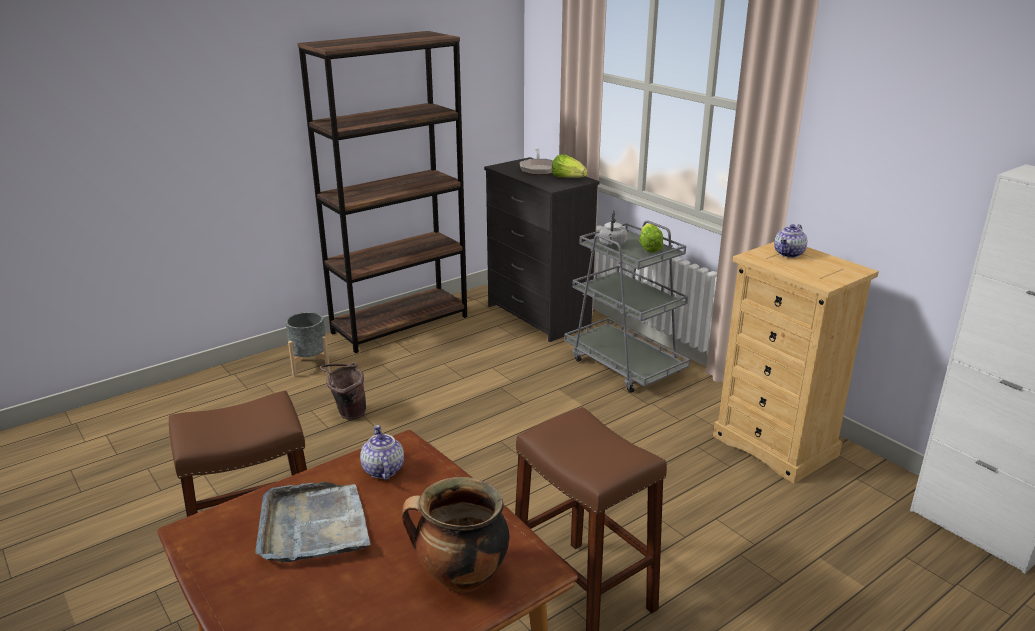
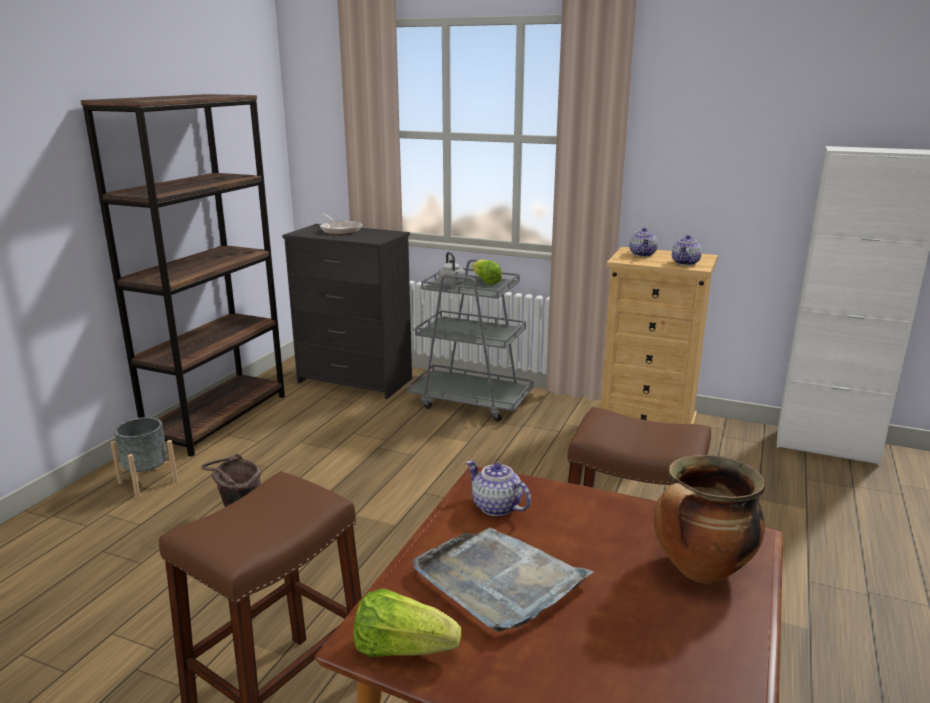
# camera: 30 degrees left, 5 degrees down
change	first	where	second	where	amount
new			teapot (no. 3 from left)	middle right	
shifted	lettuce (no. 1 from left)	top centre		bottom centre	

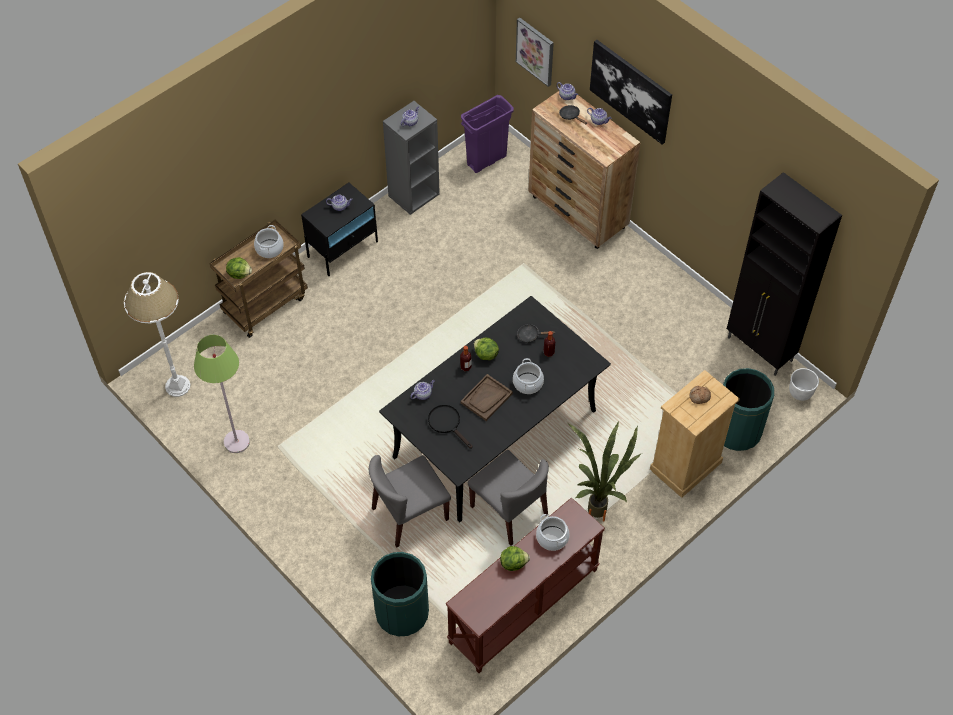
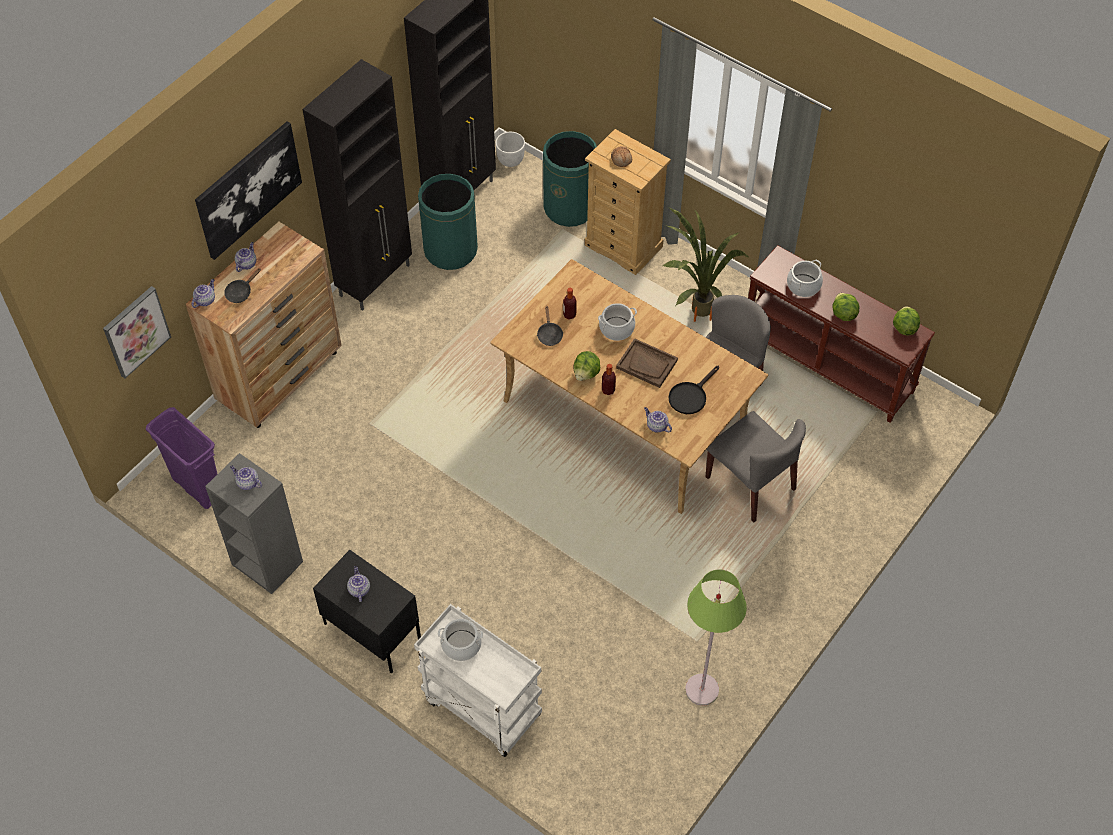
# camera: 100 degrees left, 0 degrees up
change	first	where	second	where	amount
gone	white floor lamp	middle left			
new			black cabinet (no. 1 from left)	top left	
shifted	lettuce (no. 1 from left in the first image)	middle left	lettuce (no. 3 from left)	middle right	
shifted	green trash can (no. 1 from left)	bottom centre		top centre	
repainted	brown cart	middle left	white cart	bottom centre	
repainted	black dining table	centre	beige dining table	centre	

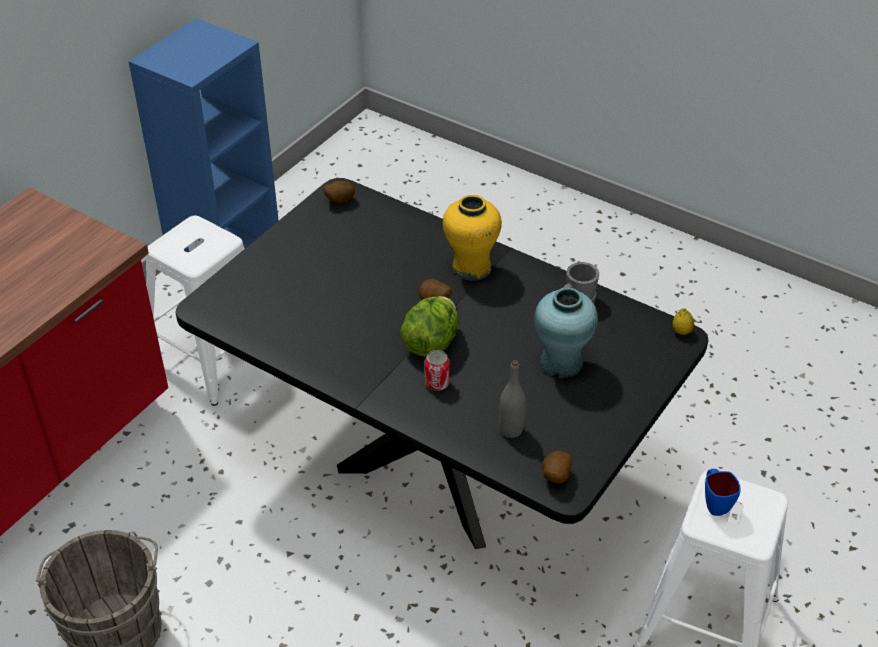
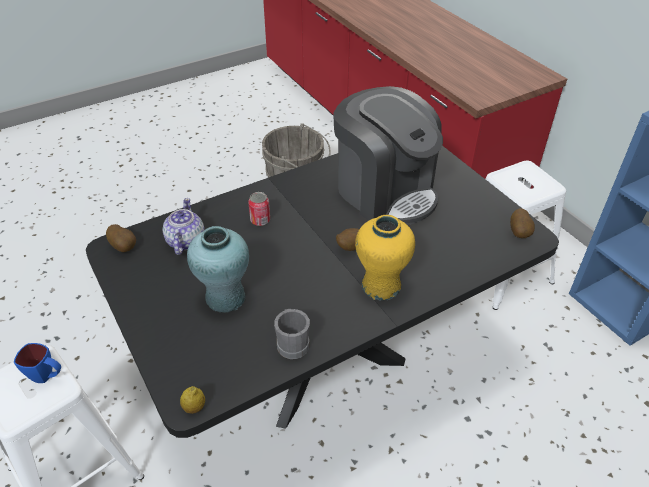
# camera: 115 degrees right, 0 degrees up
change	first	where	second	where	amount
gone	lettuce	centre			
new			coffee machine	top centre	
swapped	grey bottle	centre	teapot	middle left	

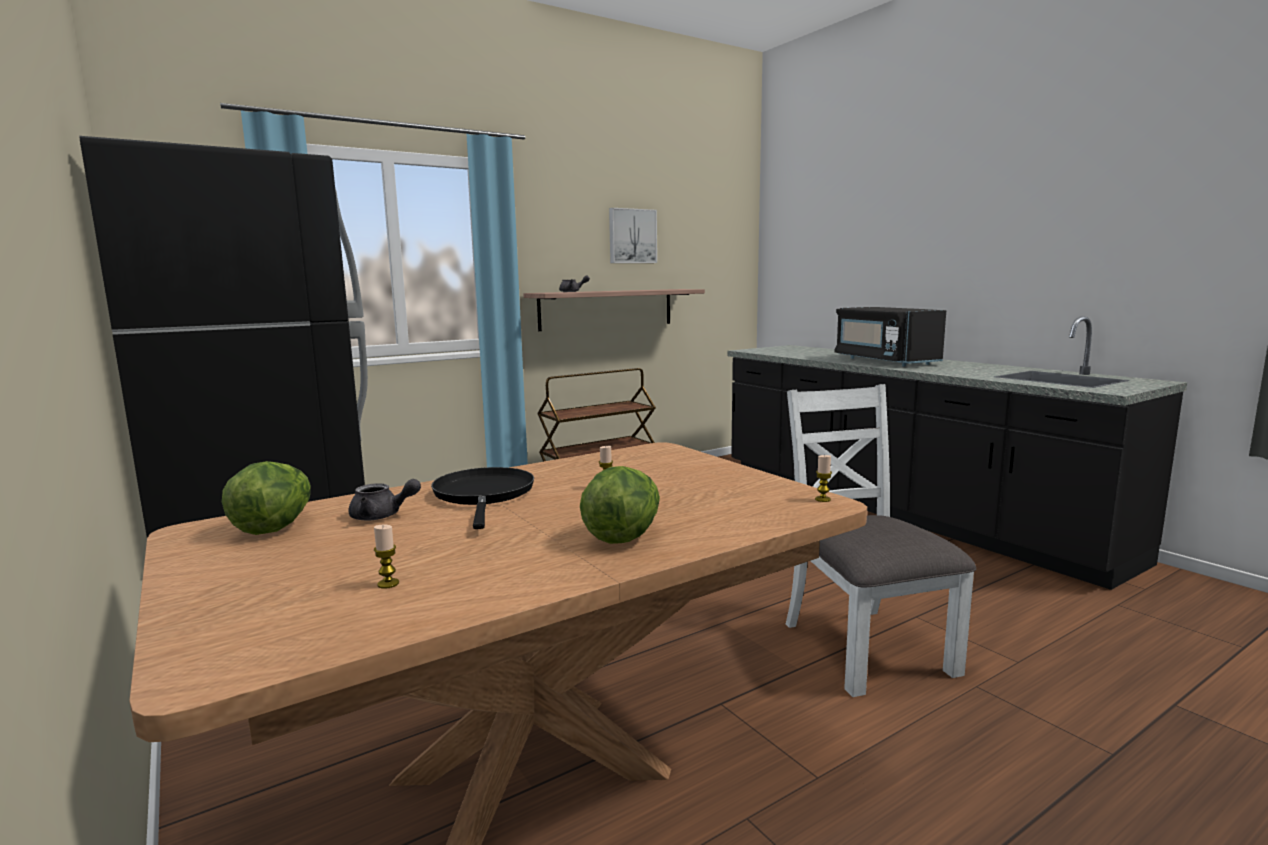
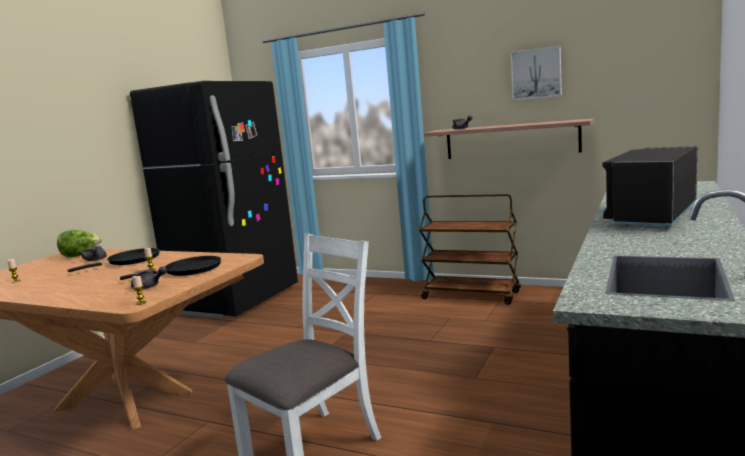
# camera: 60 degrees right, 0 degrees up
change	first	where	second	where	amount
gone	lettuce (no. 2 from left)	centre			
new			black frying pan (no. 2 from left)	middle left	
new			grey teapot (no. 2 from left)	middle left	

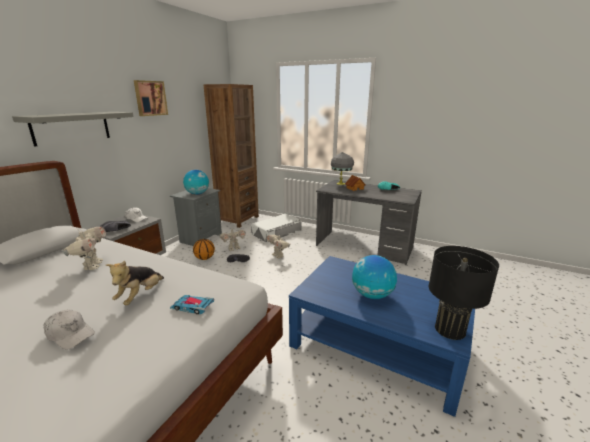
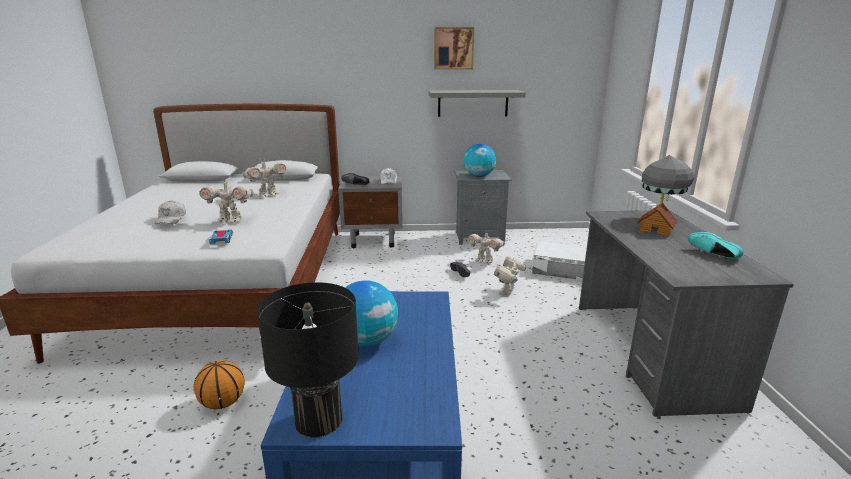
# camera: 60 degrees right, 0 degrees up
change	first	where	second	where	amount
gone	brown bookcase	centre			
shifted	grey shelf	top left		top centre	
shifted	basketball	centre		bottom left	
swapped	plush toy	middle left	toy robot (no. 1 from left)	middle left	

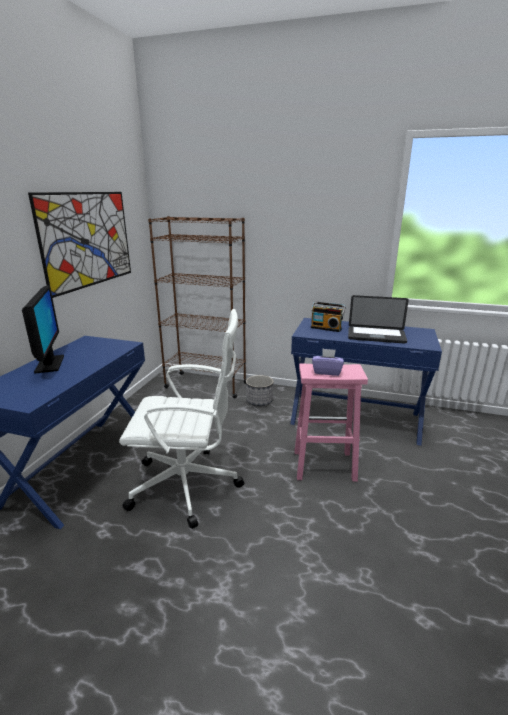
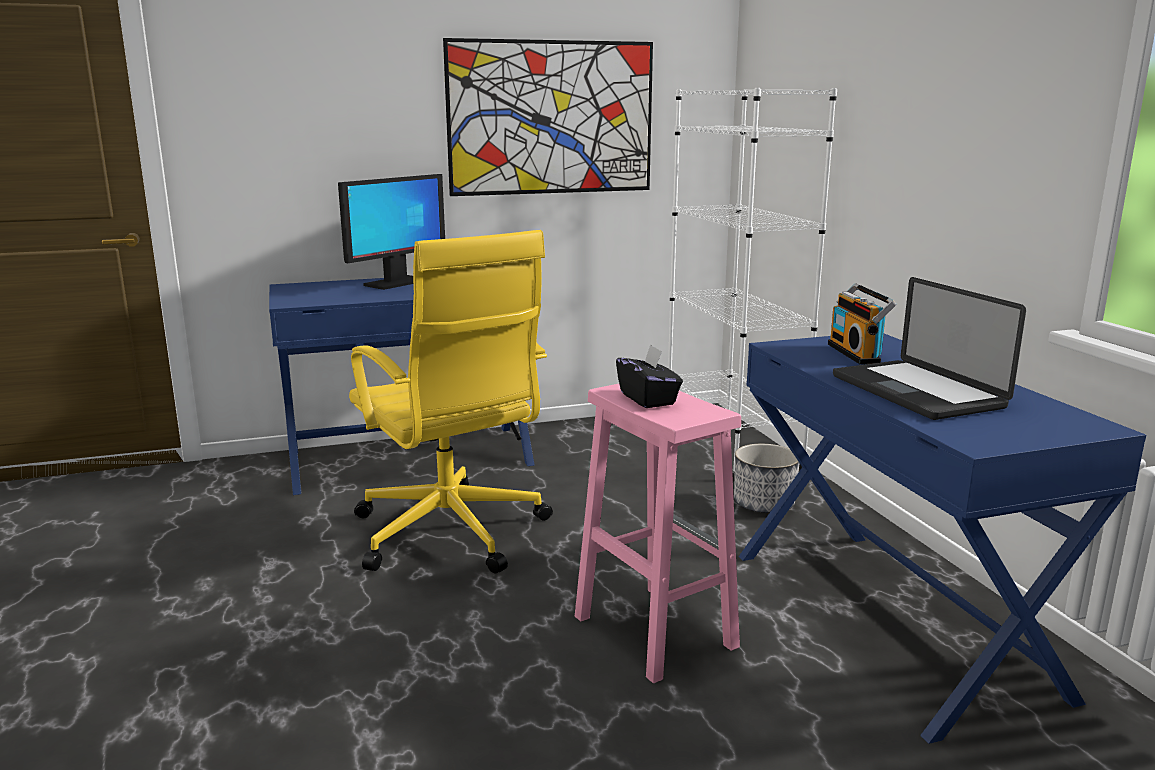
# camera: 55 degrees right, 5 degrees down
change	first	where	second	where	amount
repainted	white office chair	centre	yellow office chair	centre	
repainted	brown bookcase	centre	white bookcase	centre	
repainted	purple tissue box	centre	black tissue box	centre	

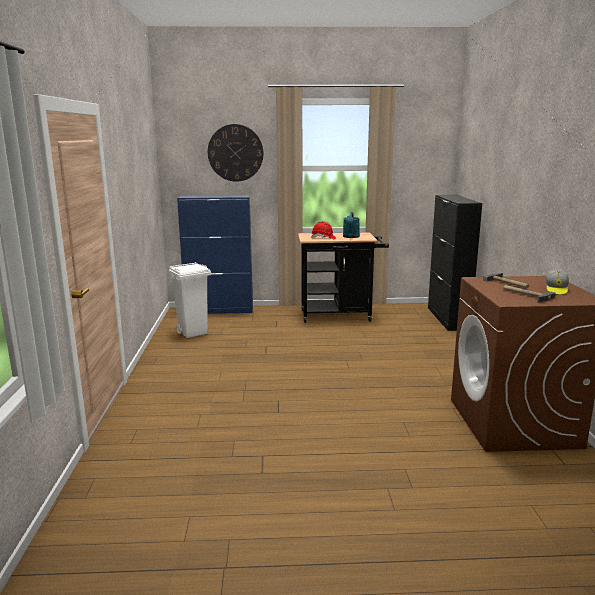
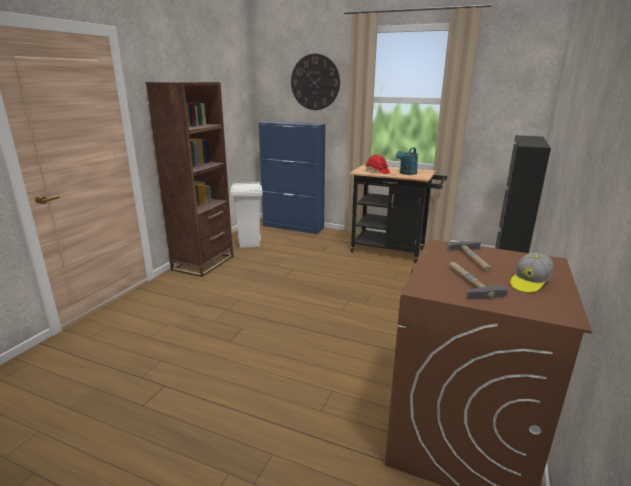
# camera: 25 degrees right, 5 degrees up
change	first	where	second	where	amount
new			brown bookcase	middle left	

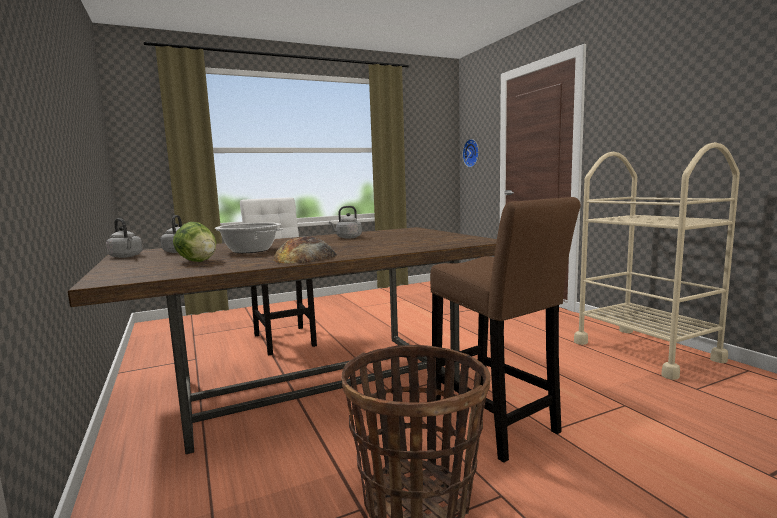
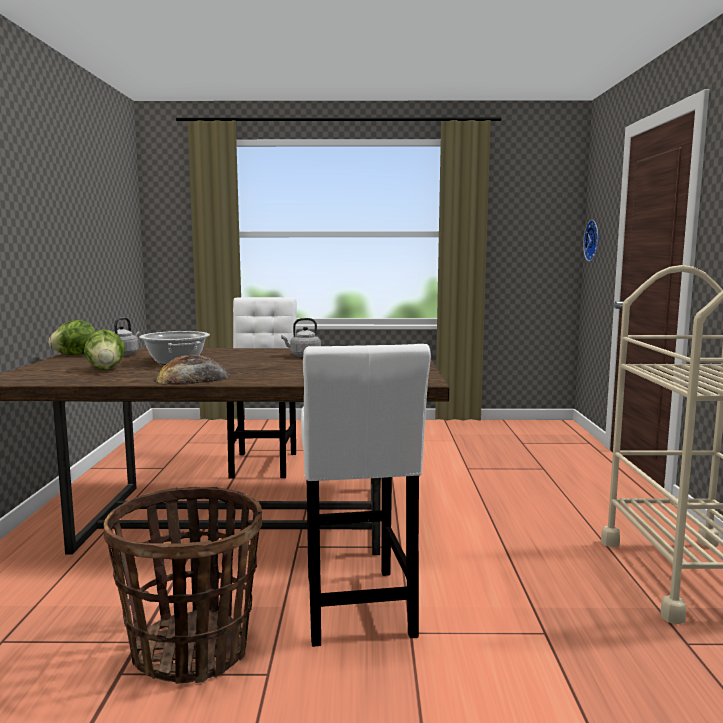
# camera: 25 degrees right, 0 degrees up
change	first	where	second	where	amount
swapped	grey kettle (no. 1 from left)	middle left	lettuce (no. 1 from left)	middle left	
repainted	brown stool	centre	white stool (no. 2 from left)	bottom centre	

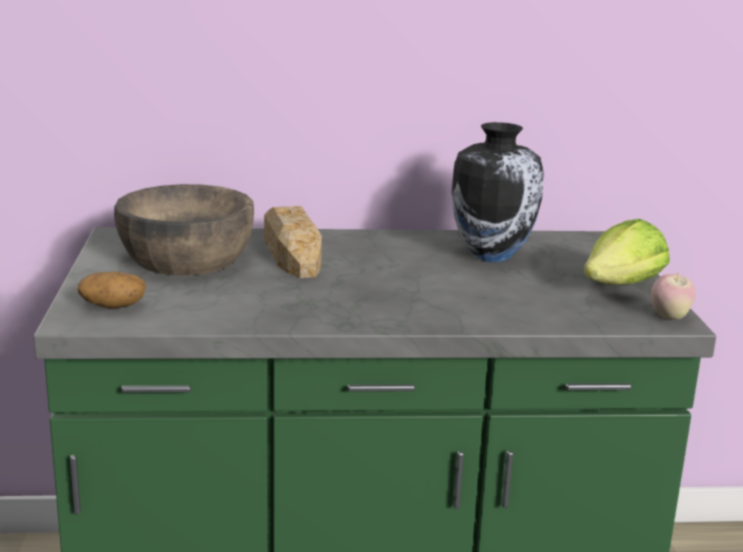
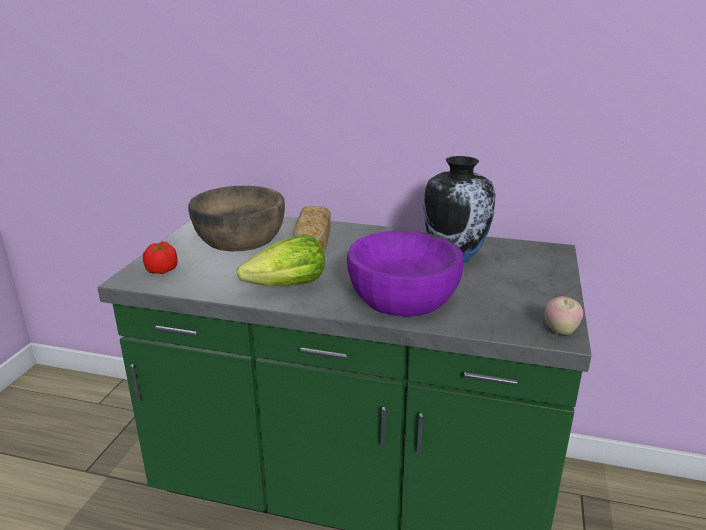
# camera: 20 degrees right, 5 degrees up
change	first	where	second	where	amount
new			purple bowl	centre	
shifted	lettuce	middle right		centre	
swapped	potato	middle left	tomato	middle left	

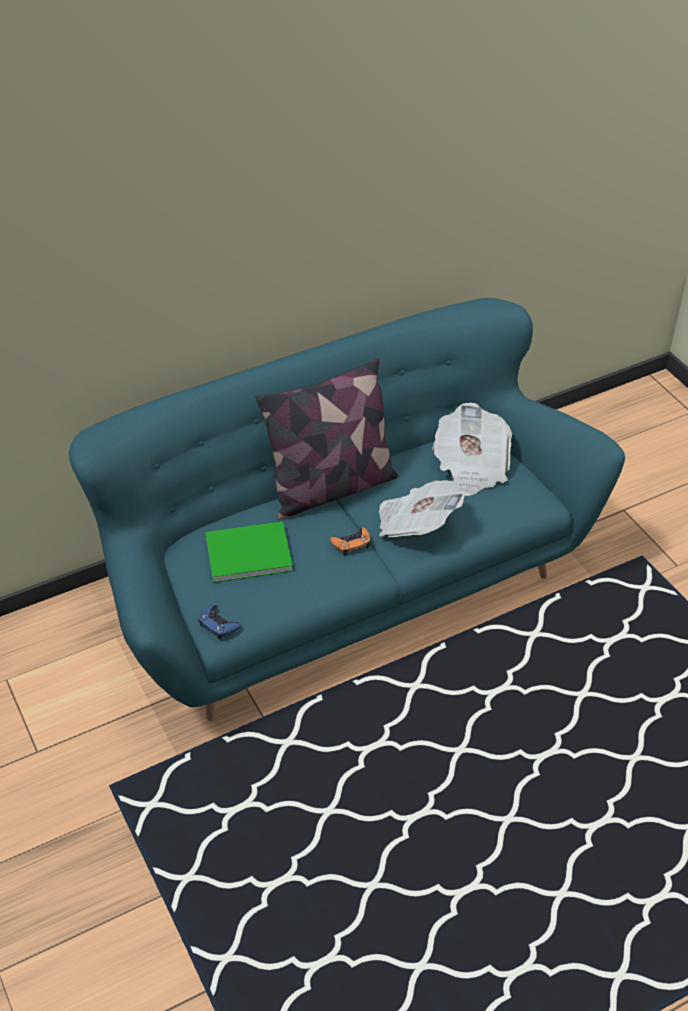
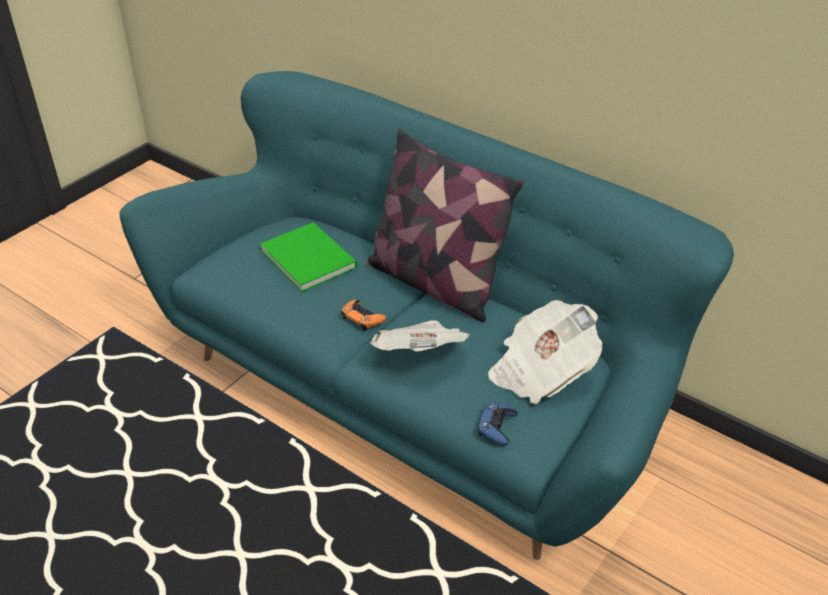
# camera: 65 degrees right, 5 degrees down
change	first	where	second	where	amount
shifted	blue game controller	middle left		bottom centre	

